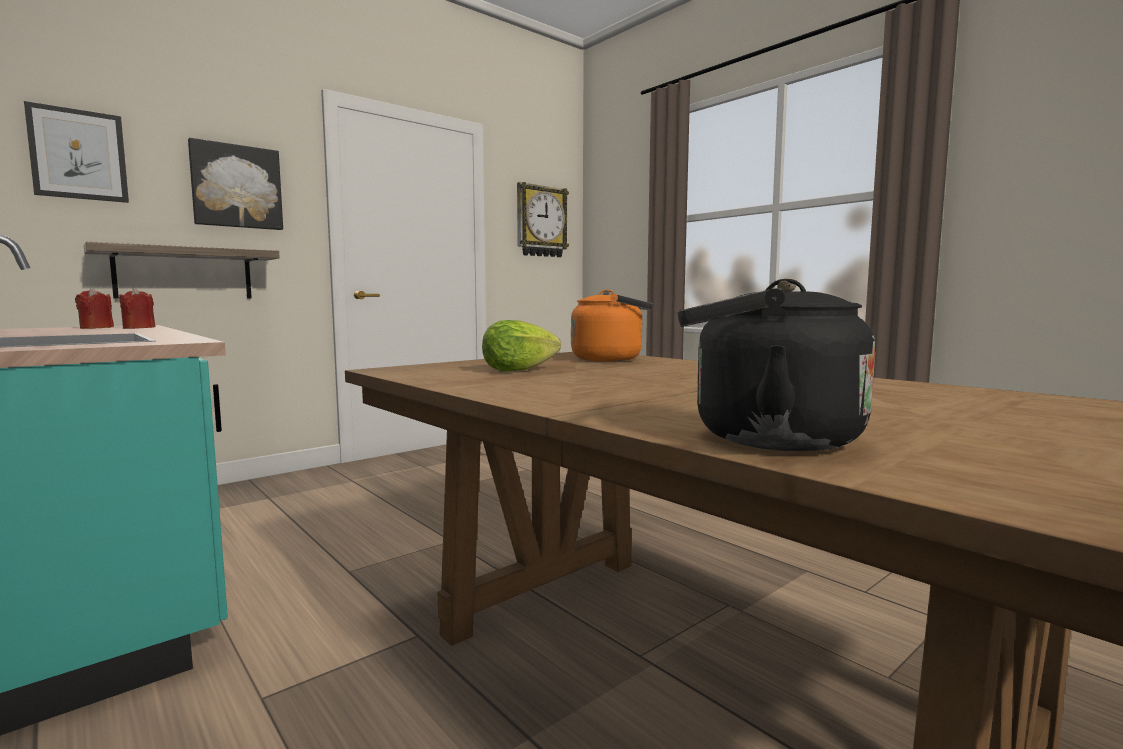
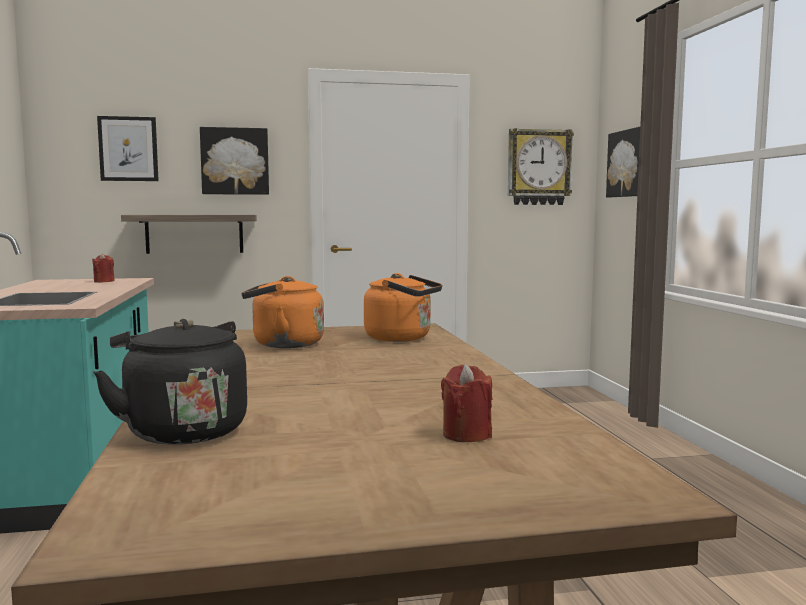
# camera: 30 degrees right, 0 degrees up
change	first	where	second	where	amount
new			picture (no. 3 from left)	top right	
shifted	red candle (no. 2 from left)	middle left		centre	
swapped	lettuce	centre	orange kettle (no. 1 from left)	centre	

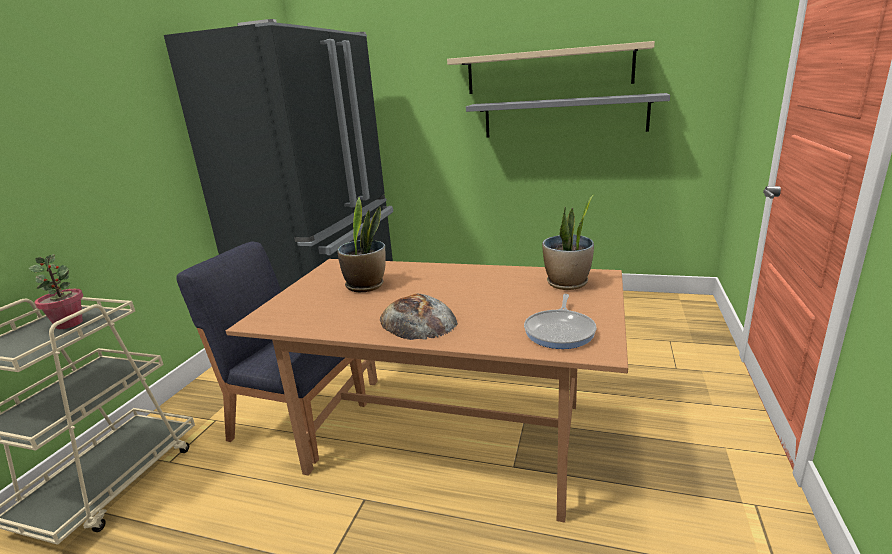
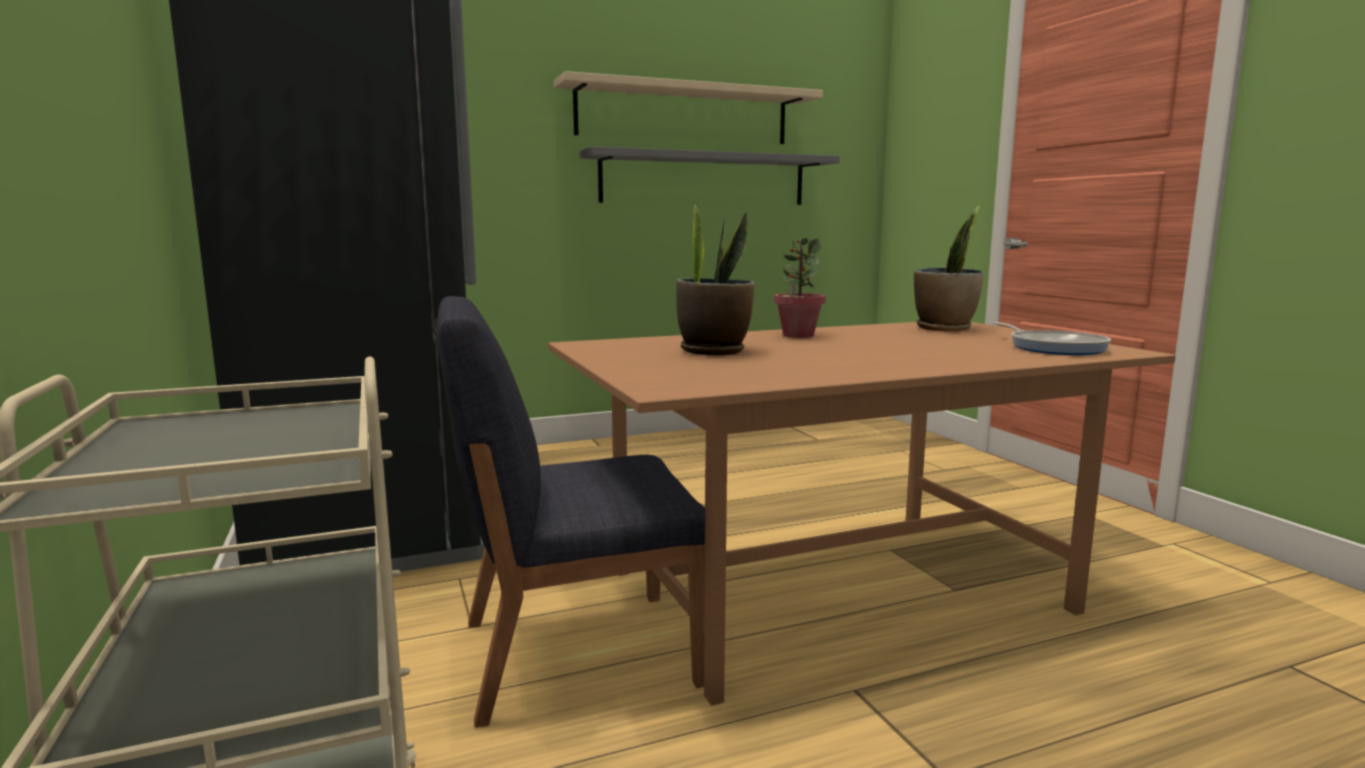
# camera: 40 degrees left, 10 degrees down
change	first	where	second	where	amount
gone	bread	centre			
shifted	potted plant (no. 1 from left in the first image)	middle left	potted plant (no. 2 from left)	centre	

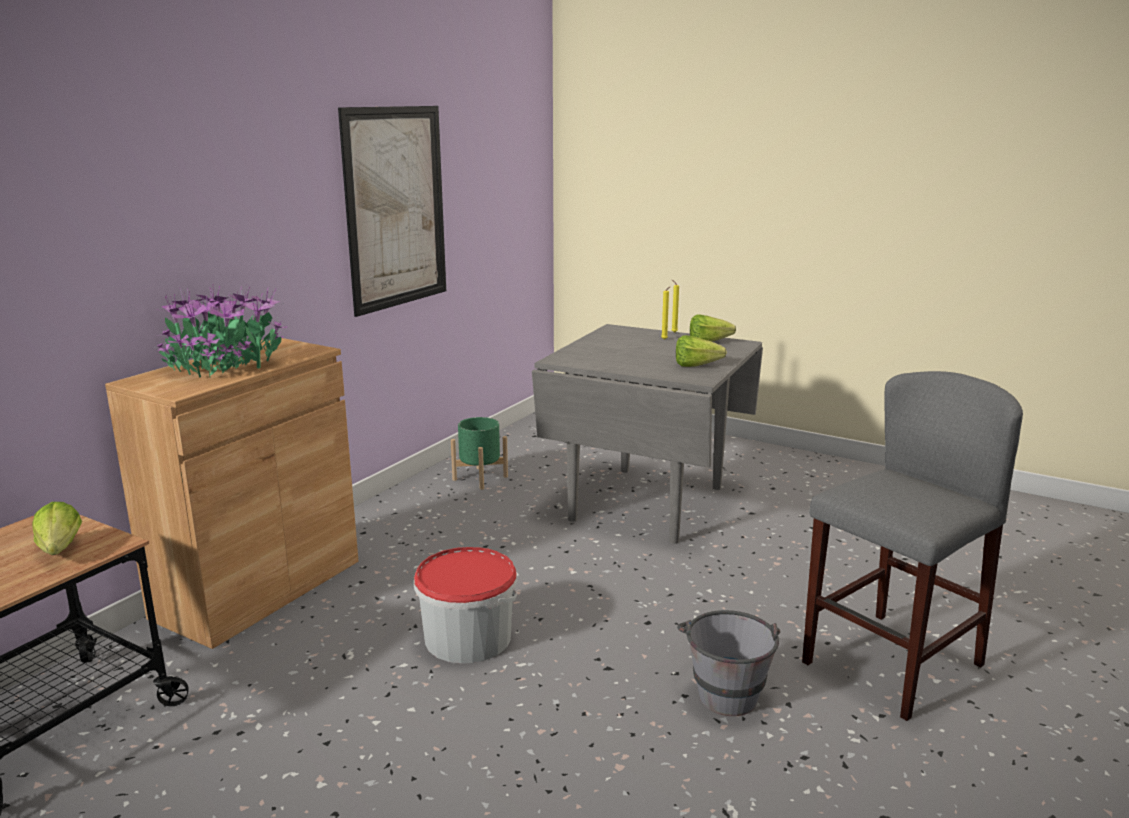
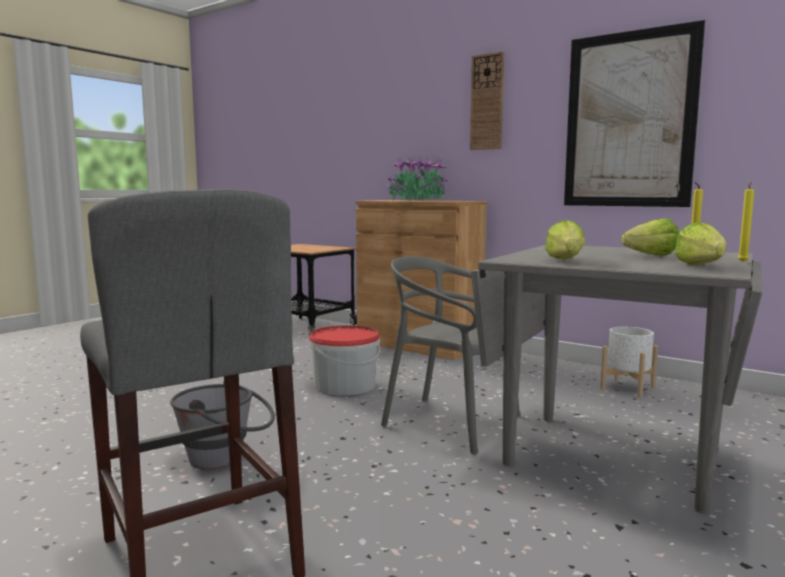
# camera: 95 degrees right, 10 degrees down
change	first	where	second	where	amount
new			grey chair	centre	
new			wall clock	top centre	
shifted	lettuce (no. 1 from left in the first image)	middle left	lettuce (no. 2 from left)	middle right	
repainted	green planter	centre	white planter	middle right	

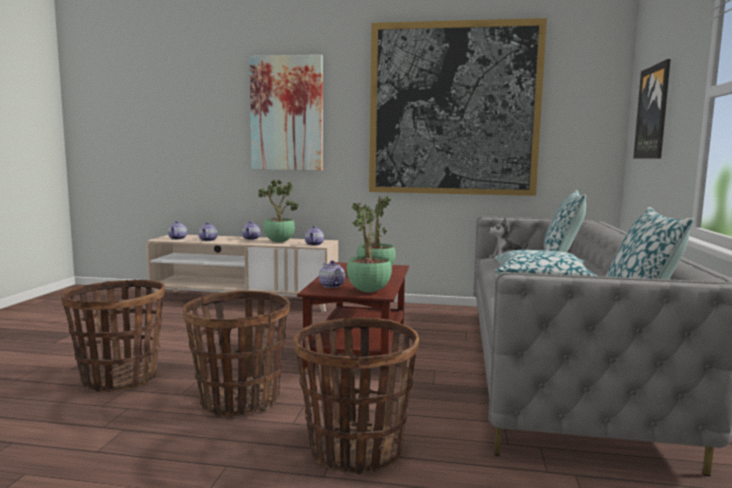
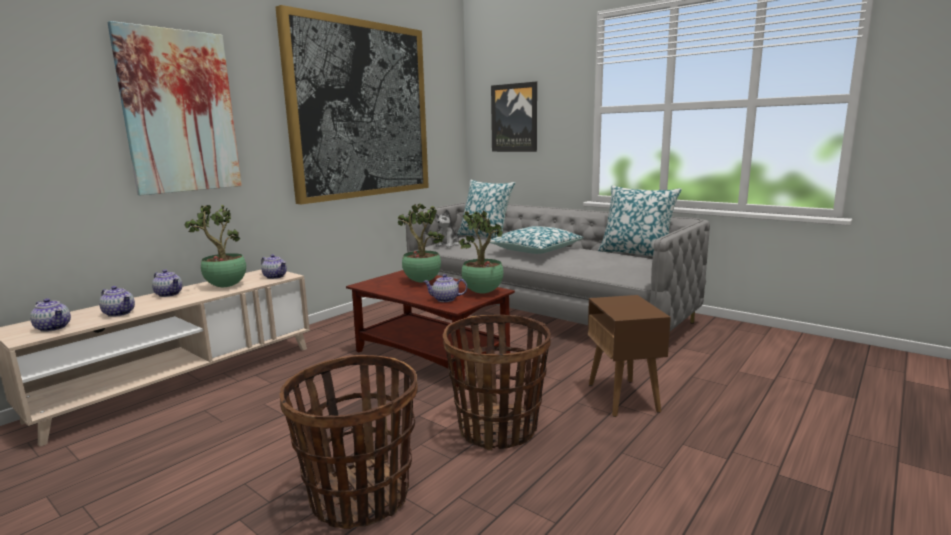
# camera: 60 degrees left, 5 degrees up
change	first	where	second	where	amount
swapped	basket (no. 3 from left)	bottom centre	brown side table	centre	

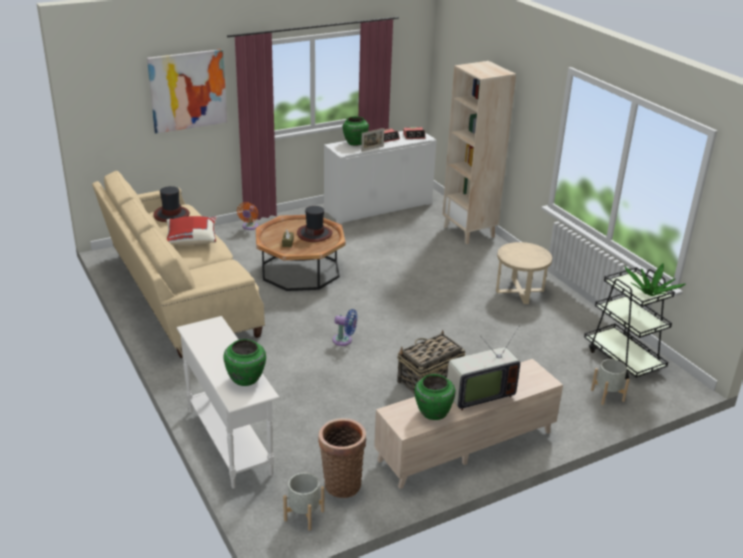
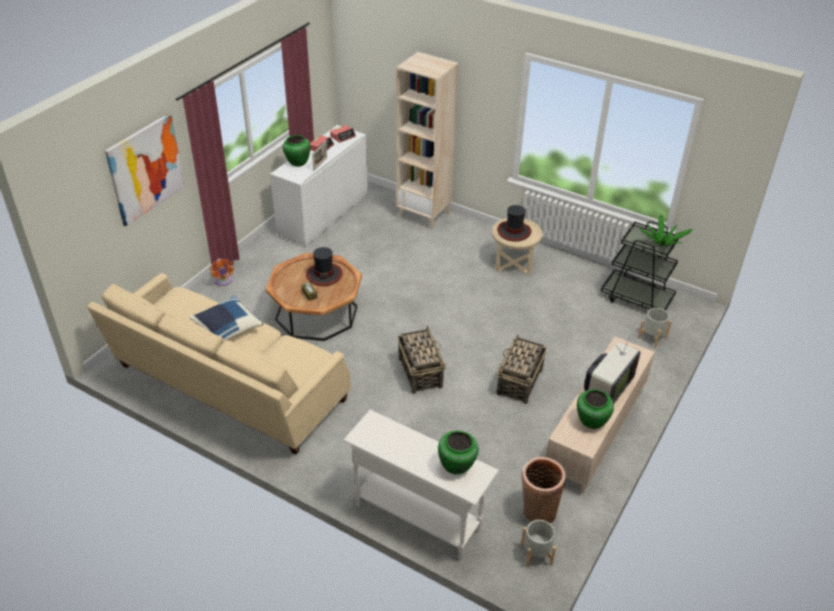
# camera: 30 degrees left, 10 degrees up
change	first	where	second	where	amount
shifted	hat (no. 1 from left in the first image)	middle left	hat (no. 2 from left)	centre	
swapped	blue fan	centre	basket (no. 1 from left)	centre	
repainted	red pillow	middle left	blue pillow	middle left	

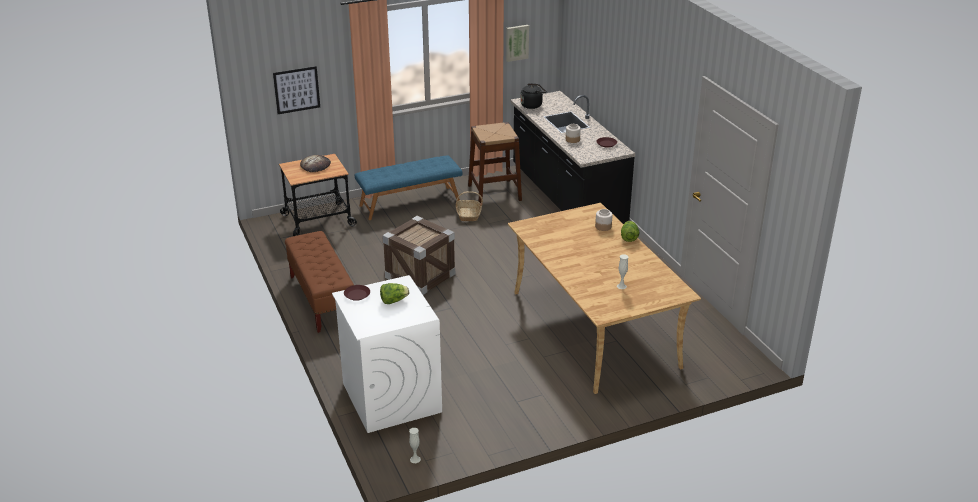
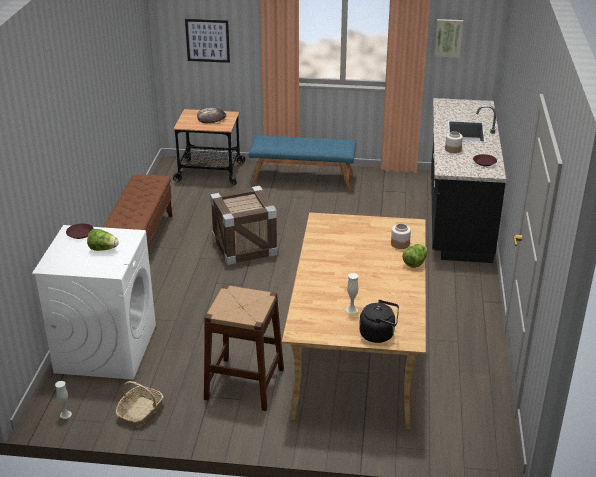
# camera: 30 degrees right, 0 degrees up
change	first	where	second	where	amount
shifted	basket	centre		bottom left	
shifted	brown stool	top centre		bottom centre	
shifted	black kettle	top centre		bottom centre	

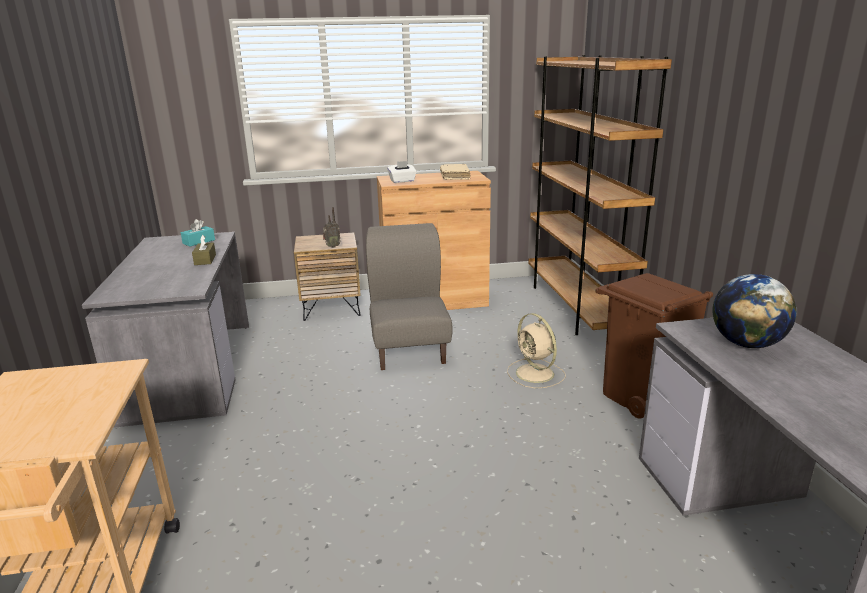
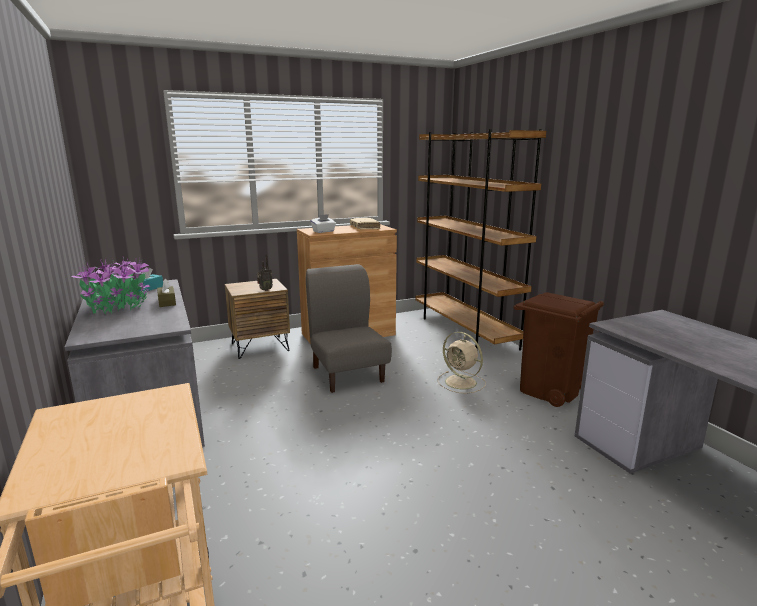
# camera: 15 degrees left, 5 degrees down
change	first	where	second	where	amount
gone	globe	middle right			
new			potted plant	middle left	

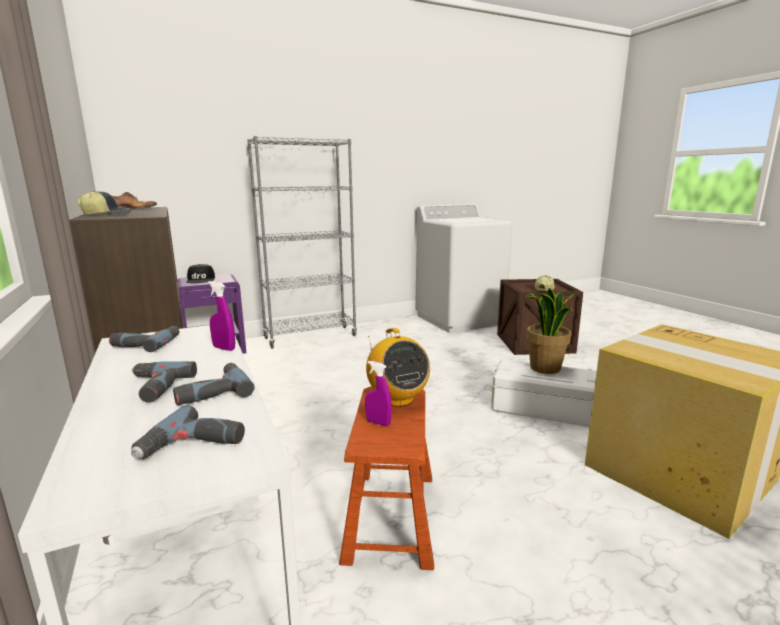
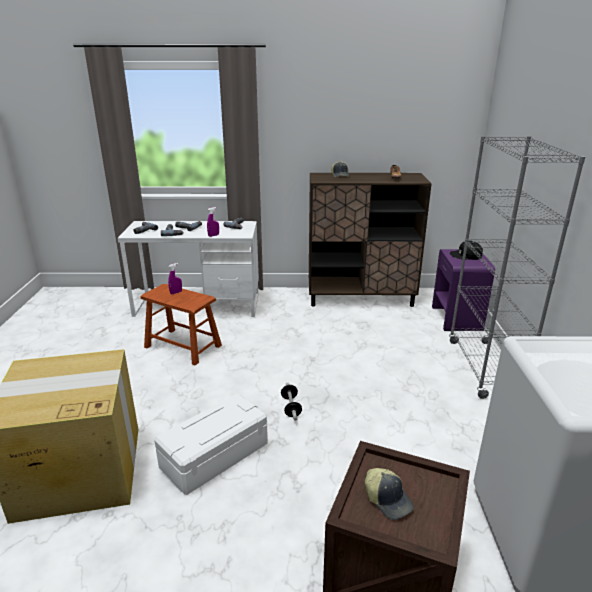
# camera: 115 degrees right, 10 degrees up
change	first	where	second	where	amount
gone	radio	centre			
gone	potted plant	middle right			
new			dumbbell	bottom centre	

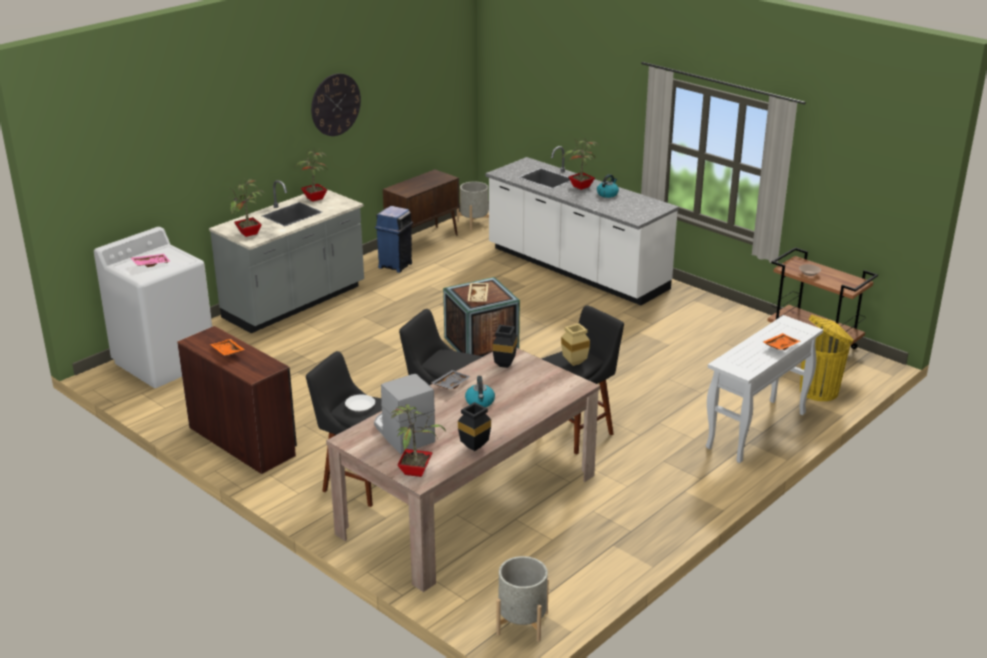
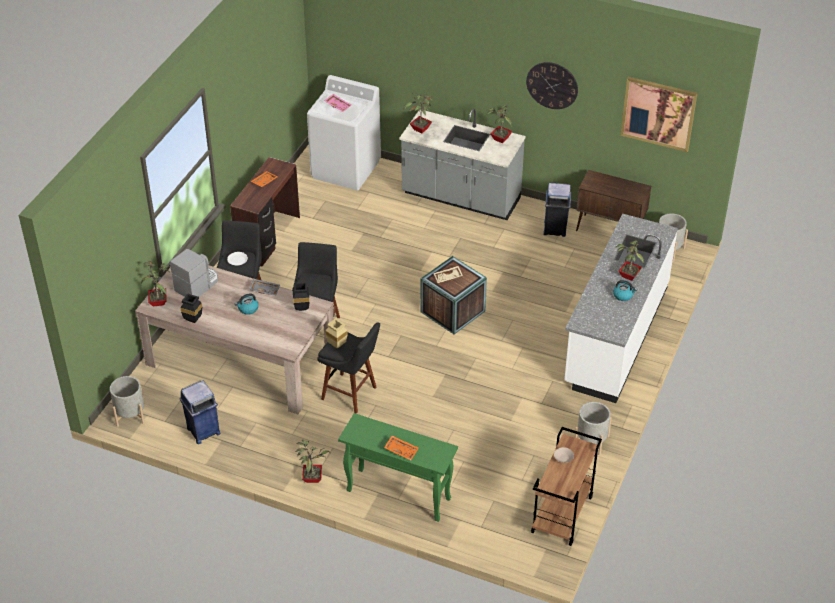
# camera: 70 degrees right, 15 degrees up
change	first	where	second	where	amount
gone	yellow trash can	middle right			
new			blue trash can (no. 1 from left)	bottom left	
new			potted plant (no. 2 from left)	bottom centre	
new			grey planter (no. 2 from left)	bottom right	
new			picture	top right	
repainted	white console table	middle right	green console table	bottom centre	

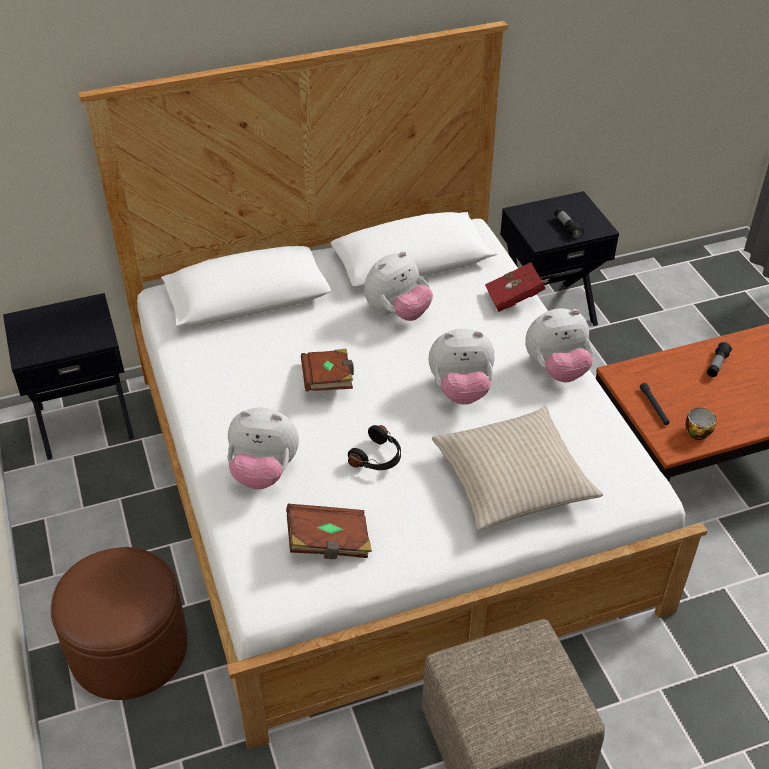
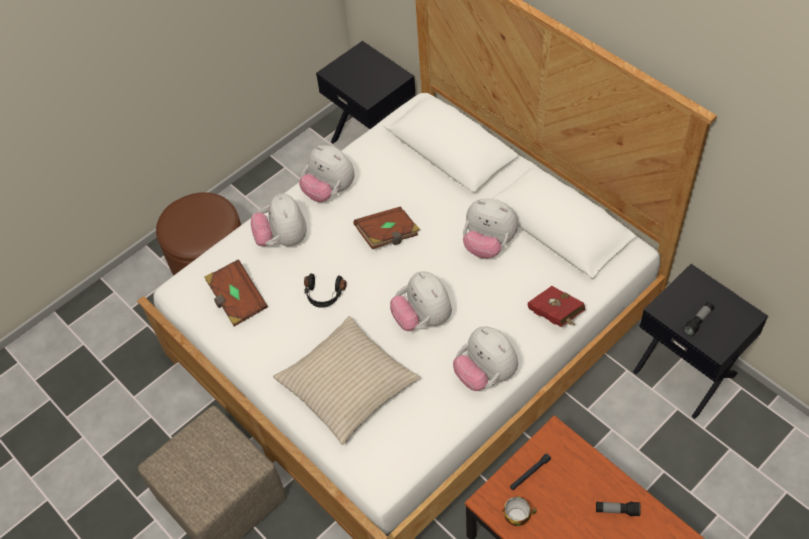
# camera: 70 degrees right, 10 degrees up
change	first	where	second	where	amount
new			plush toy (no. 2 from left)	top centre	

